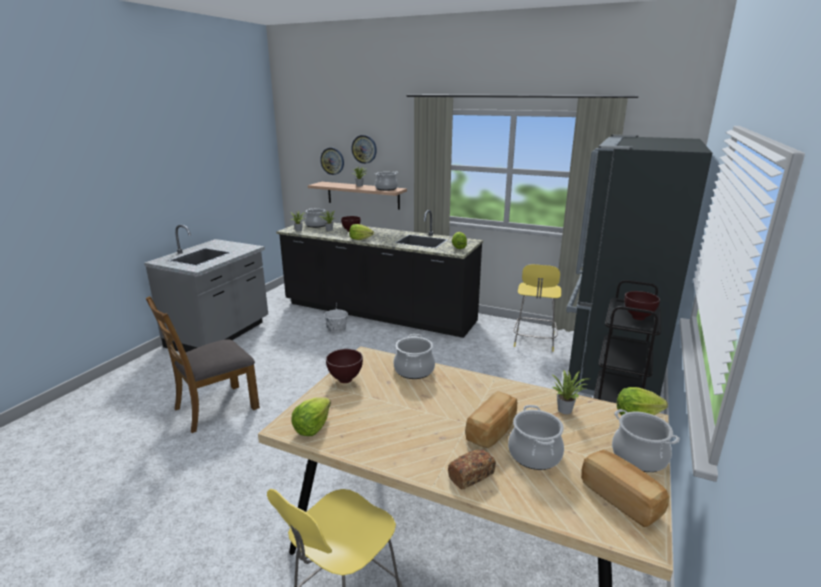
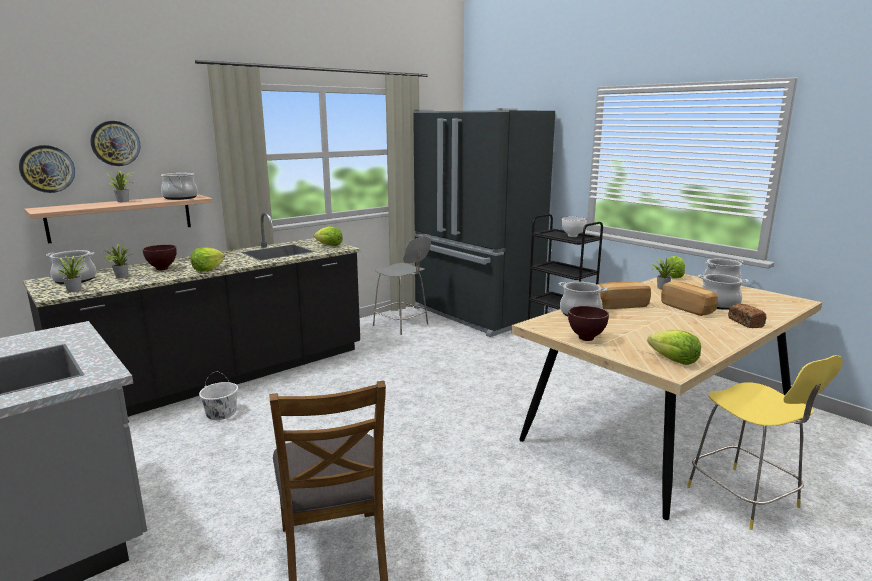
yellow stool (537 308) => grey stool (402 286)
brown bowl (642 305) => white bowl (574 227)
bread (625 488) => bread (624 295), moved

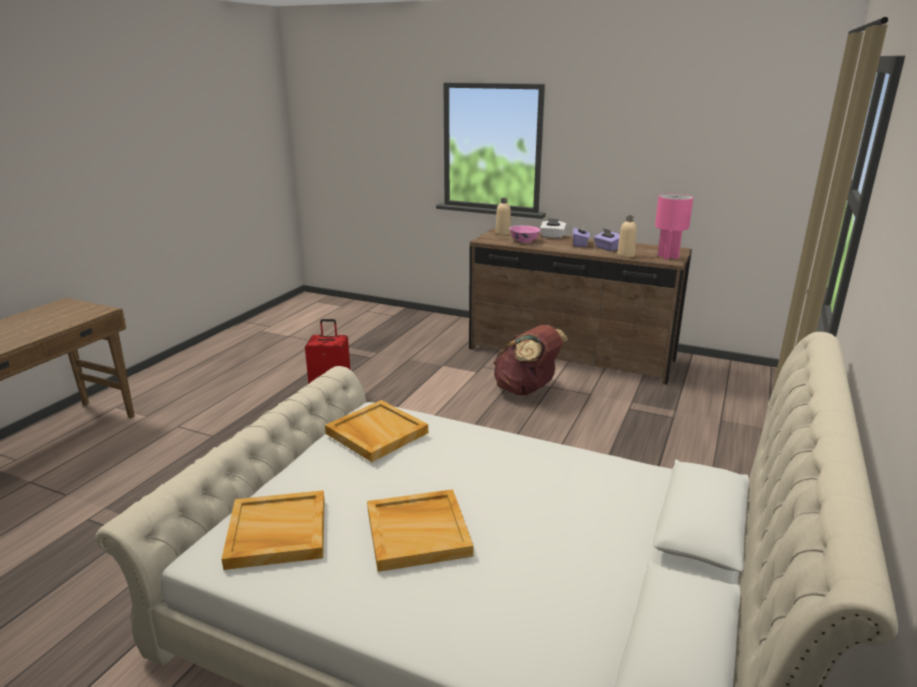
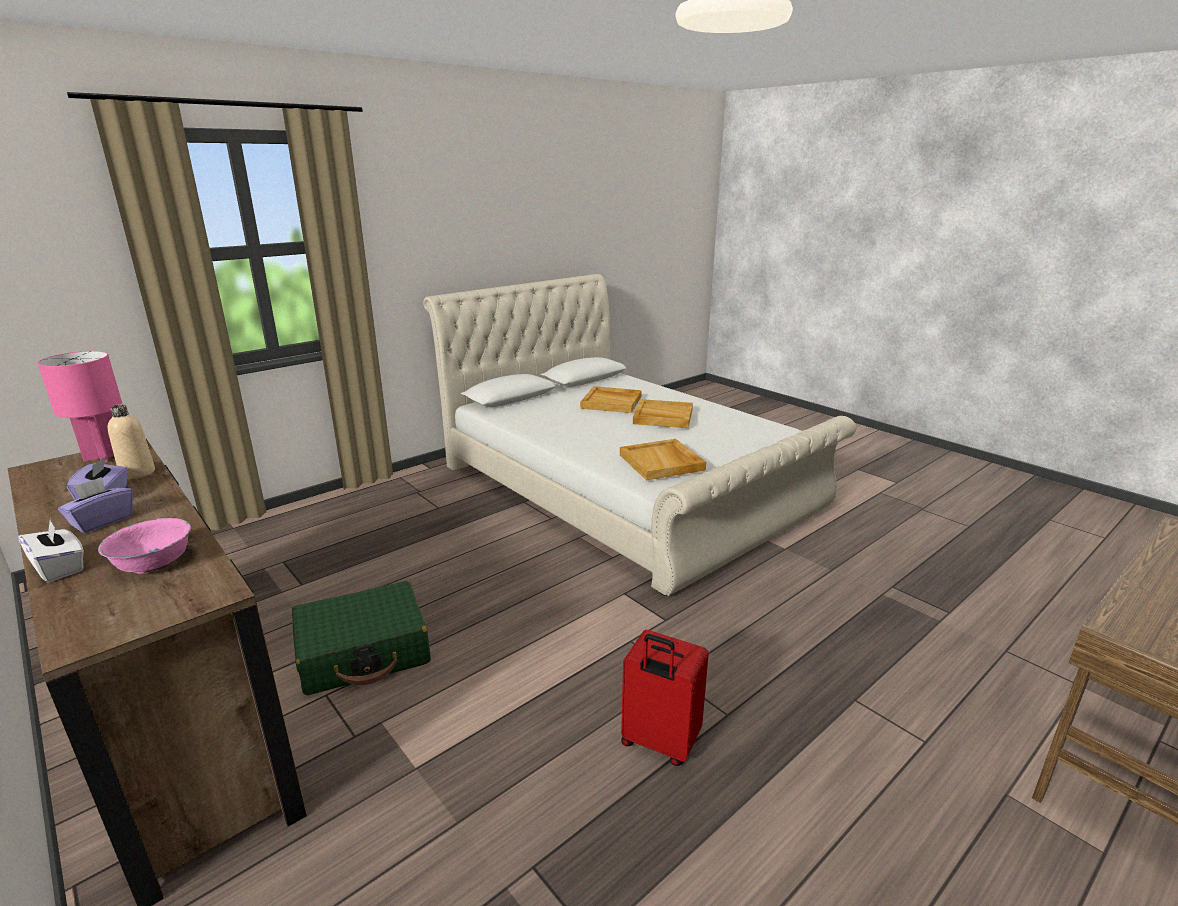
brown backpack (531 360) => green suitcase (361 638)
beige tray (273 530) => beige tray (611 399), moved
beige bottle (503 216) => nothing

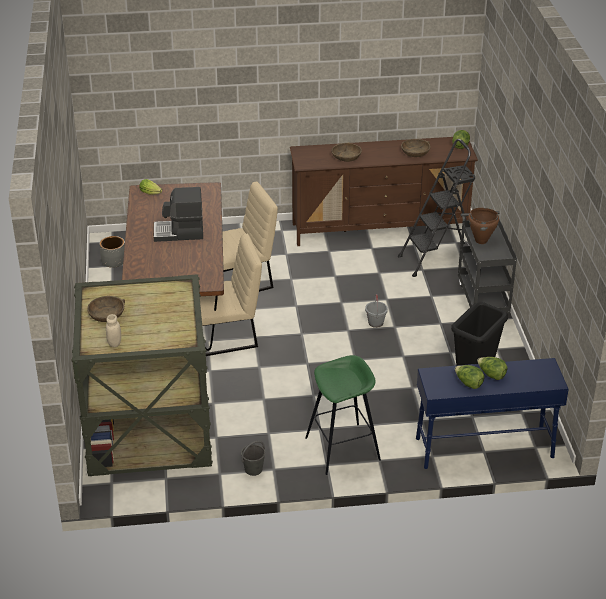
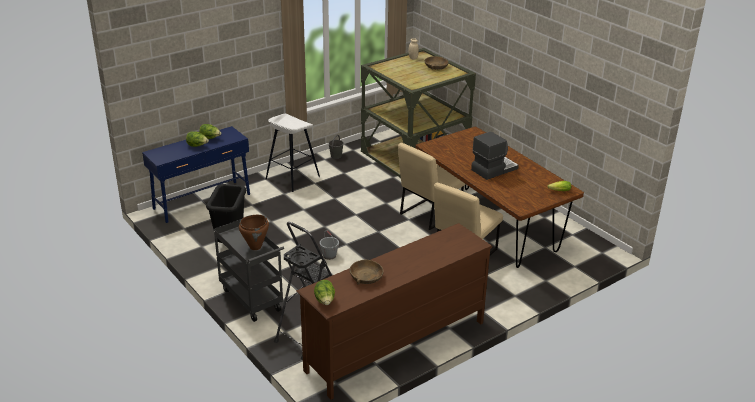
green stool (343 415) => white stool (293 153)
grey planter (112 252) => nothing
brown bowl (347 152) => nothing

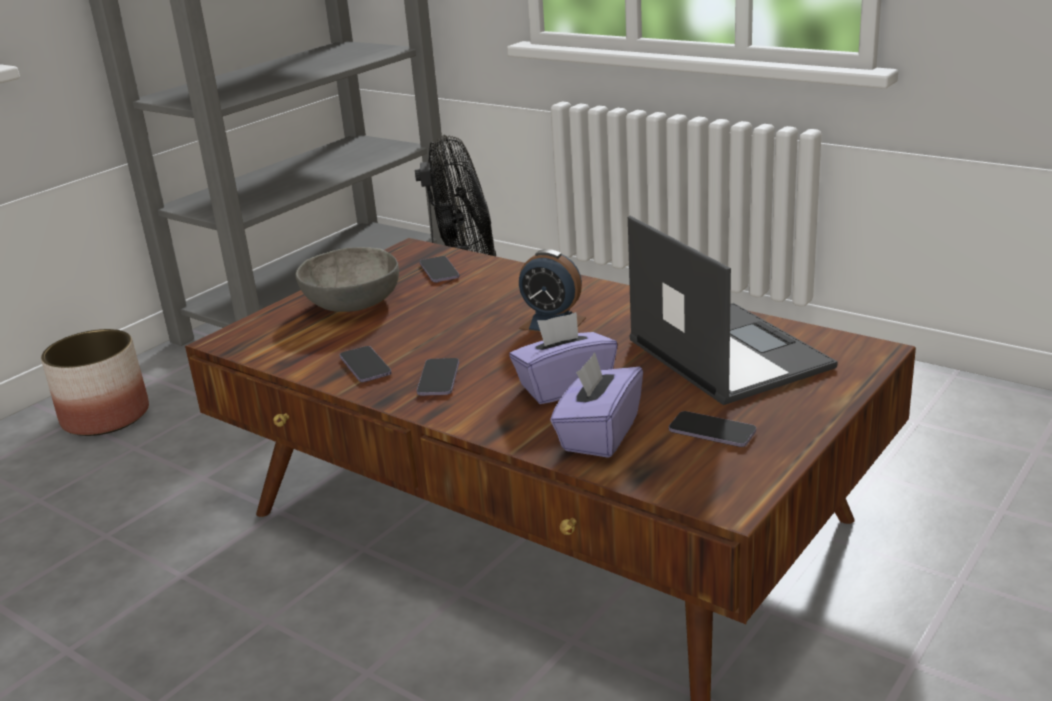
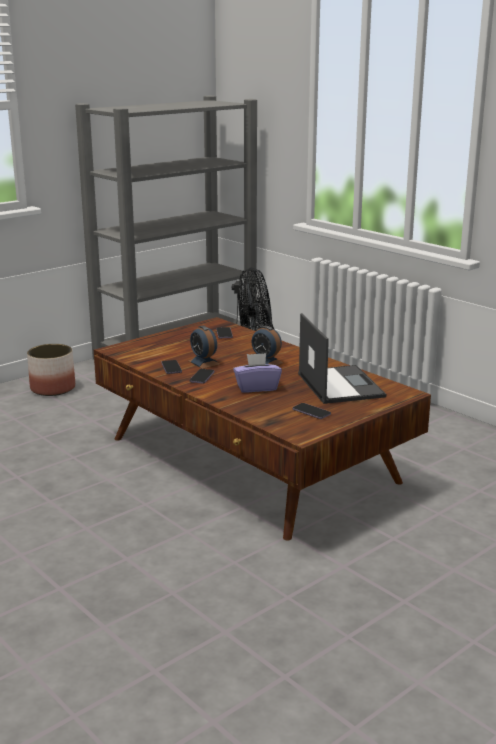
nothing => alarm clock (204 347)
grey bowl (347 279) => nothing
purple tissue box (596 405) => nothing

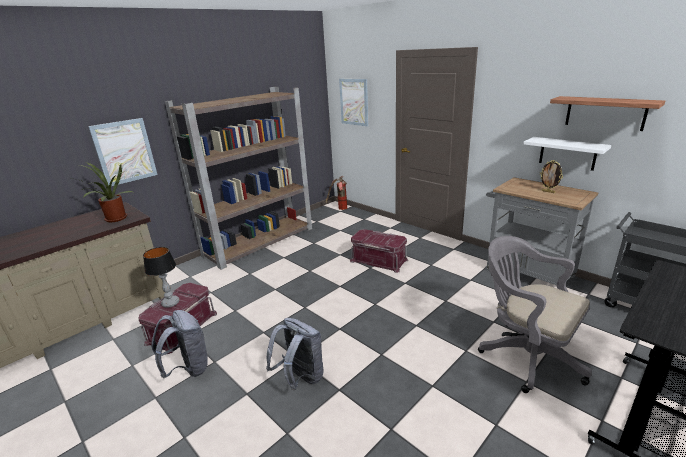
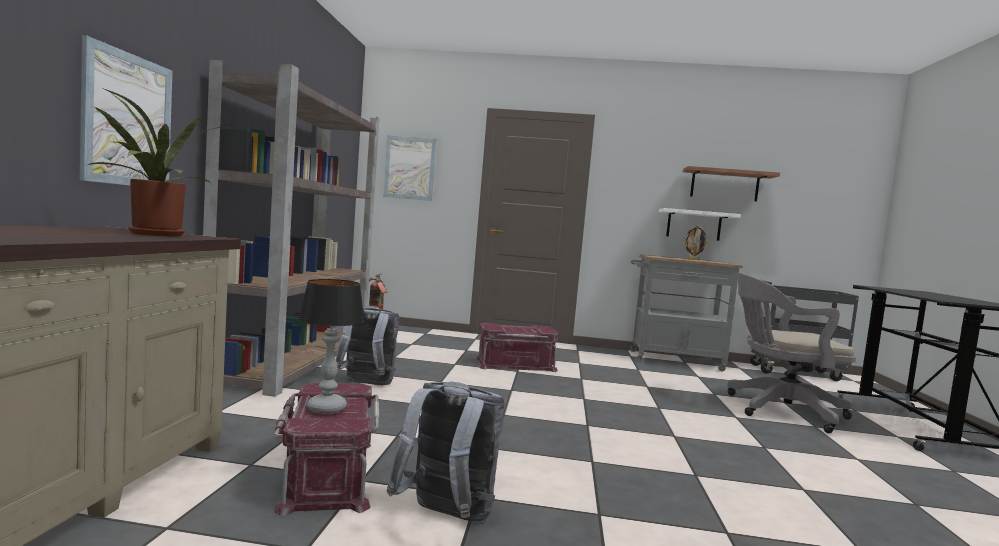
grey backpack (294 354) => grey backpack (367 345), moved

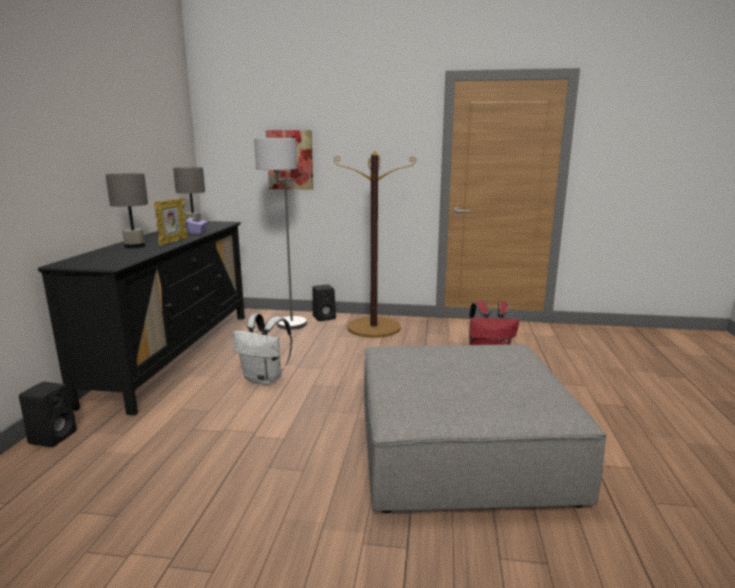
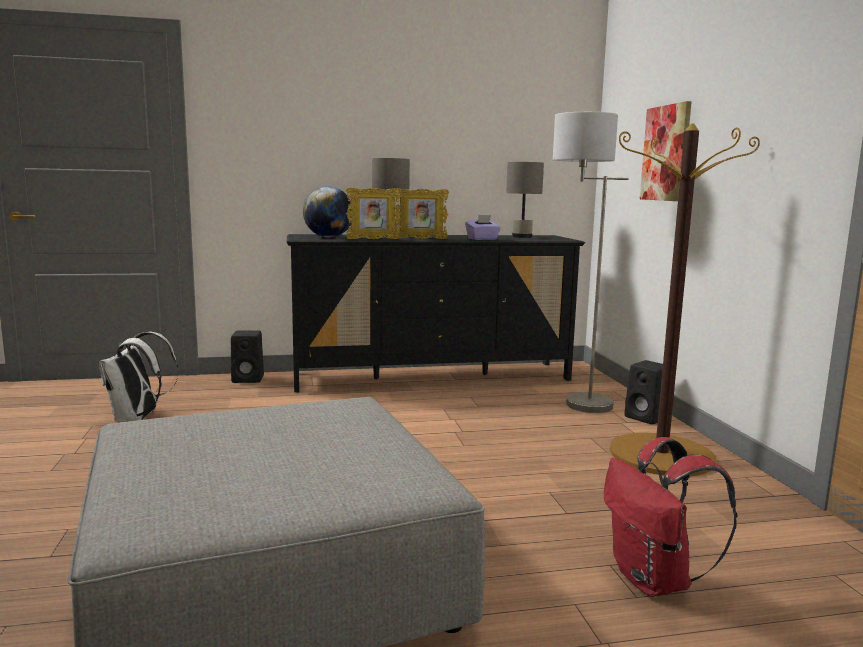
white backpack (262 349) => white backpack (139 377), moved
nothing => globe (327 211)
nothing => picture frame (373 213)

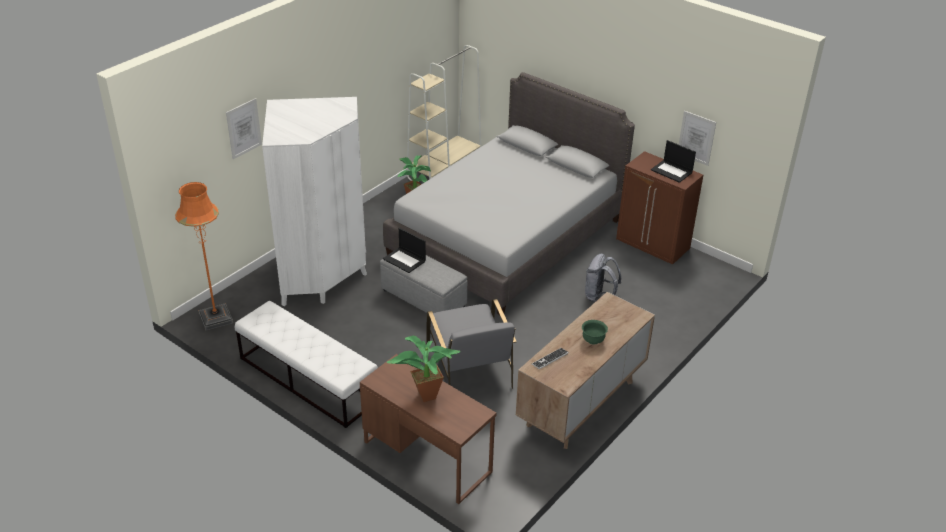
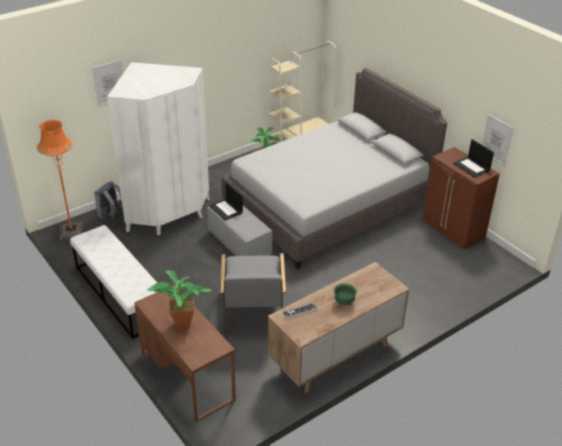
grey backpack (603 277) => grey backpack (108 200), moved

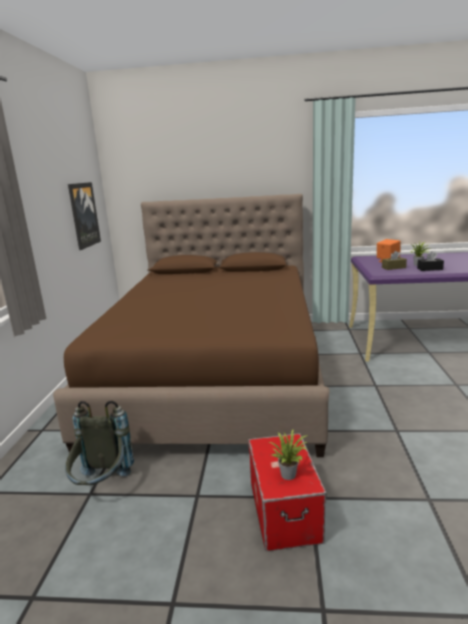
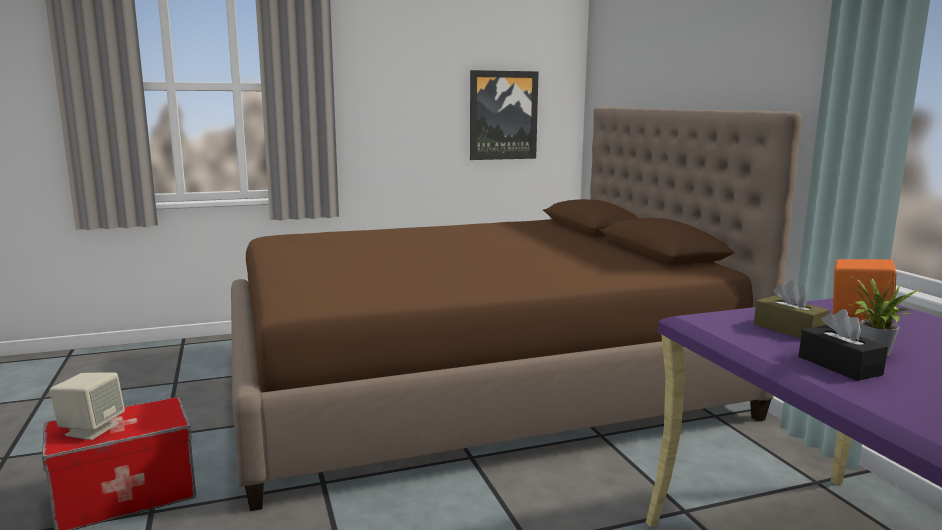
potted plant (288 454) => beige speaker (87 406)
grey backpack (99 442) => nothing

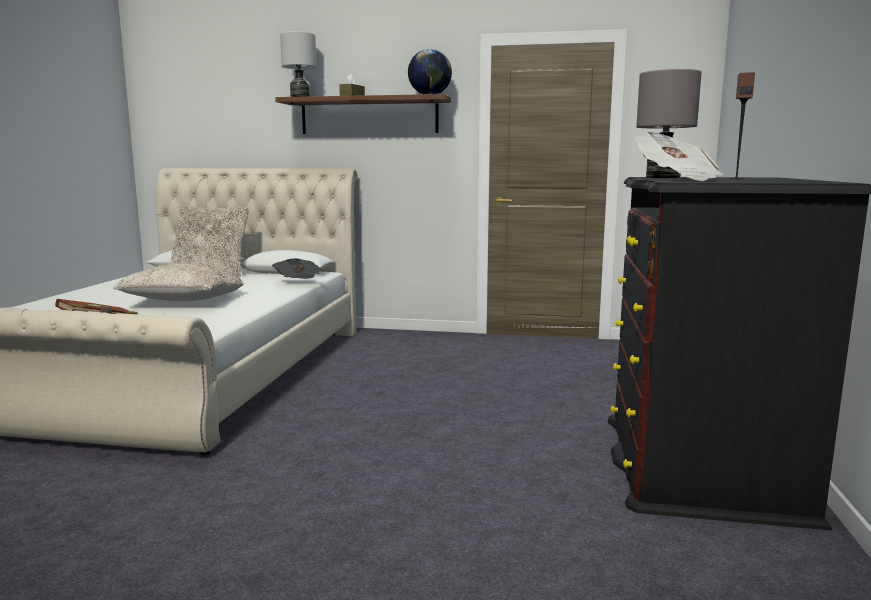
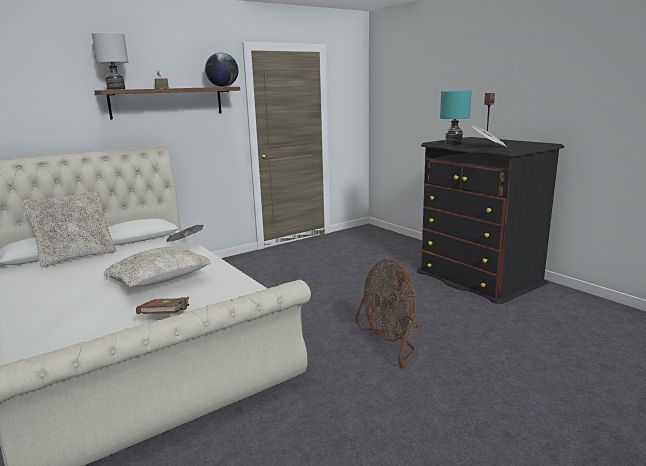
nothing => brown fan (389 314)
grey table lamp (669 123) => turquoise table lamp (456 117)

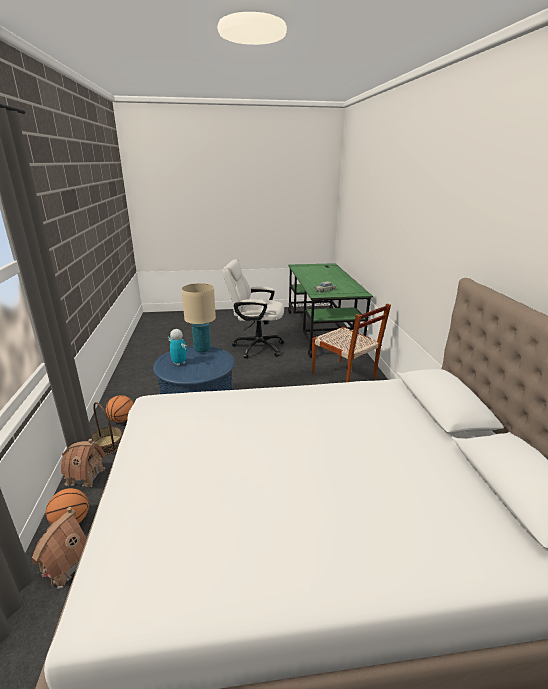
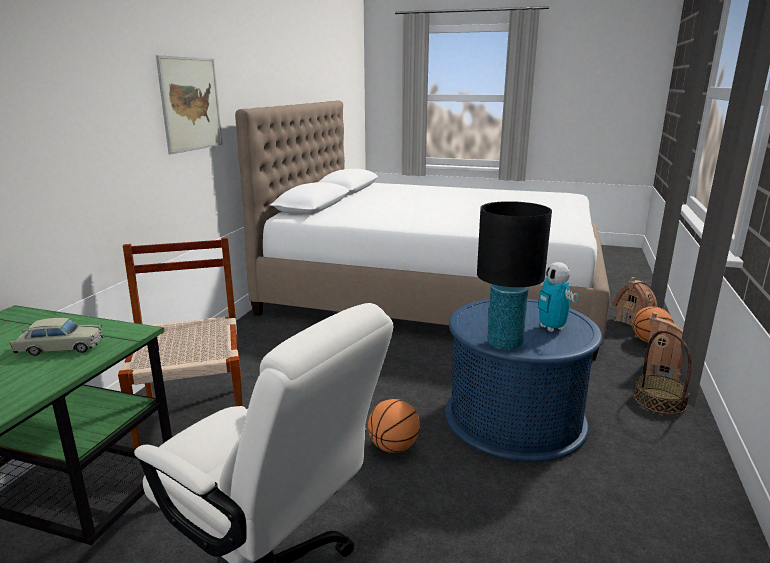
nothing => picture (189 104)
basketball (120 408) => basketball (394 426), moved
beige table lamp (198 318) => black table lamp (514 275)

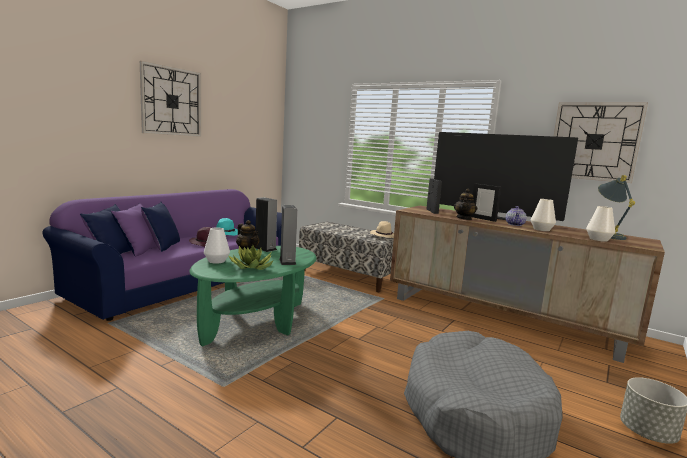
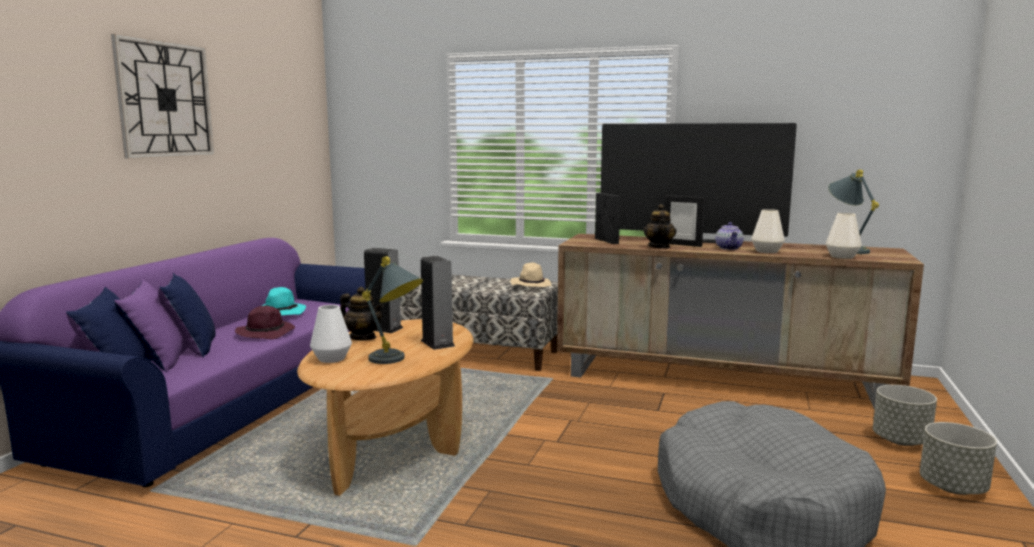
green coffee table (253 296) => brown coffee table (385 407)
potted plant (251 257) => grey table lamp (393 310)
nothing => grey planter (905 415)
wall clock (601 142) => nothing

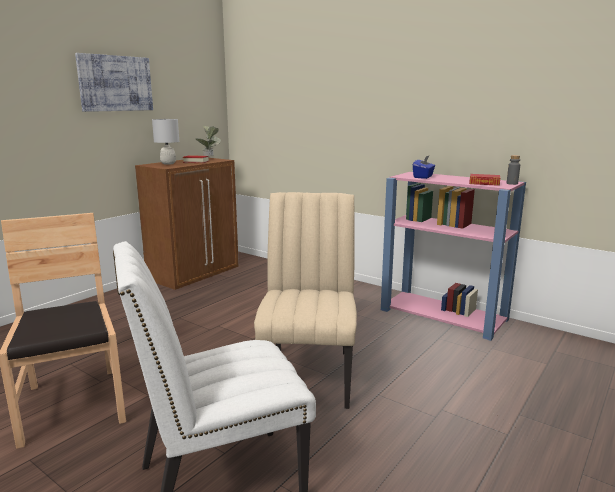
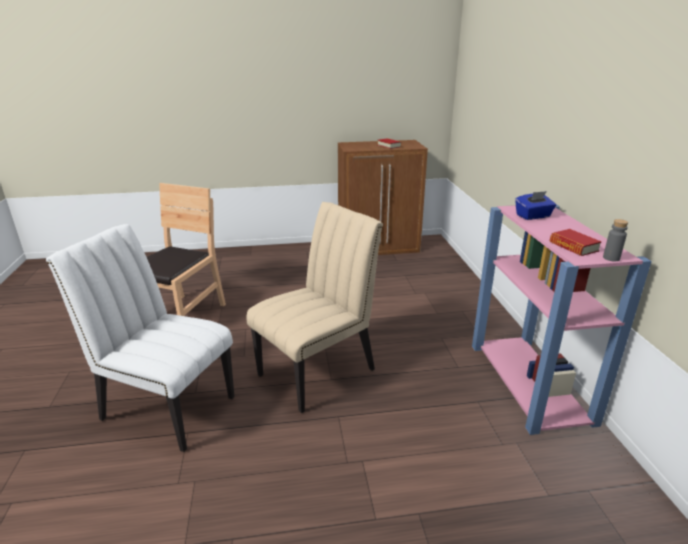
picture (114 82) => nothing
grey table lamp (165 142) => nothing
potted plant (208 141) => nothing

